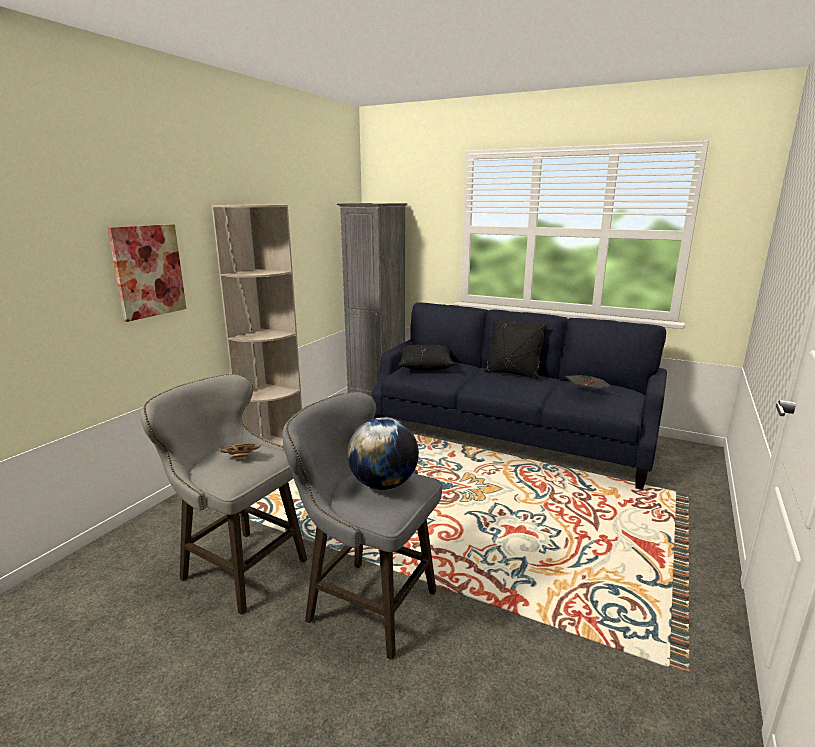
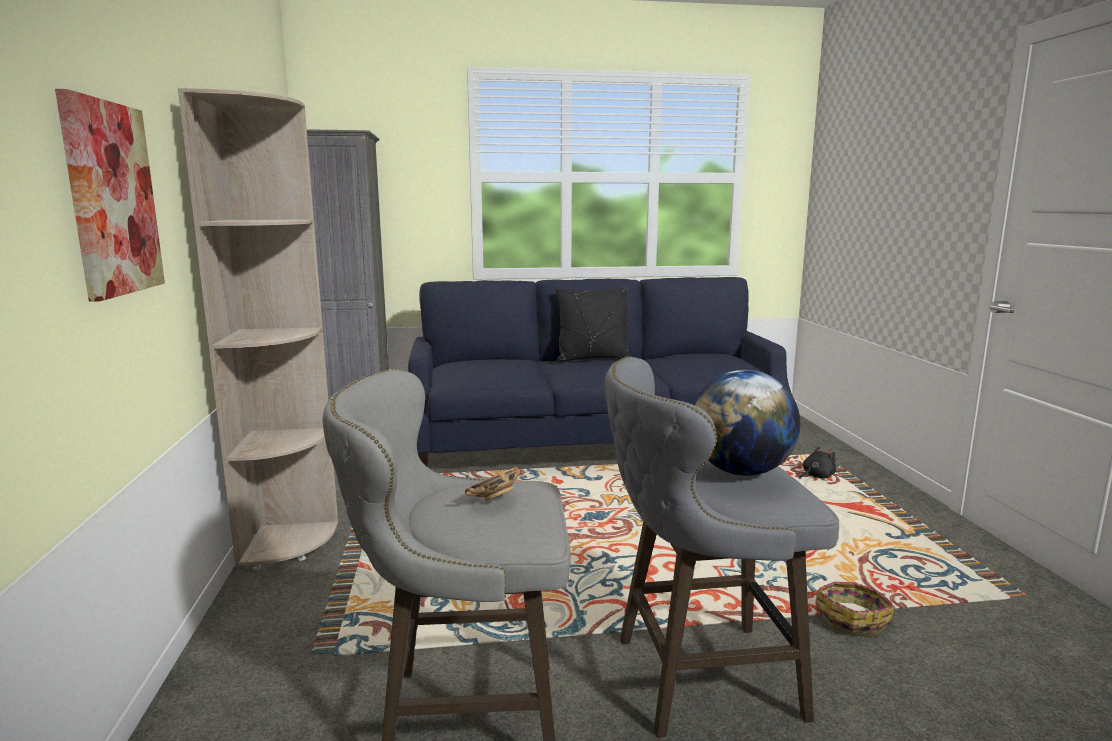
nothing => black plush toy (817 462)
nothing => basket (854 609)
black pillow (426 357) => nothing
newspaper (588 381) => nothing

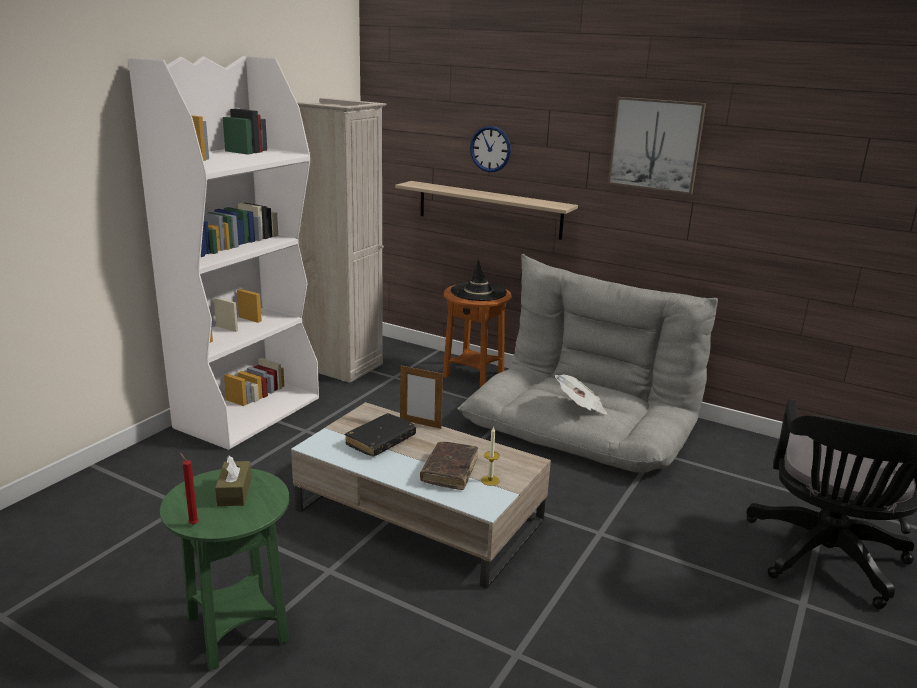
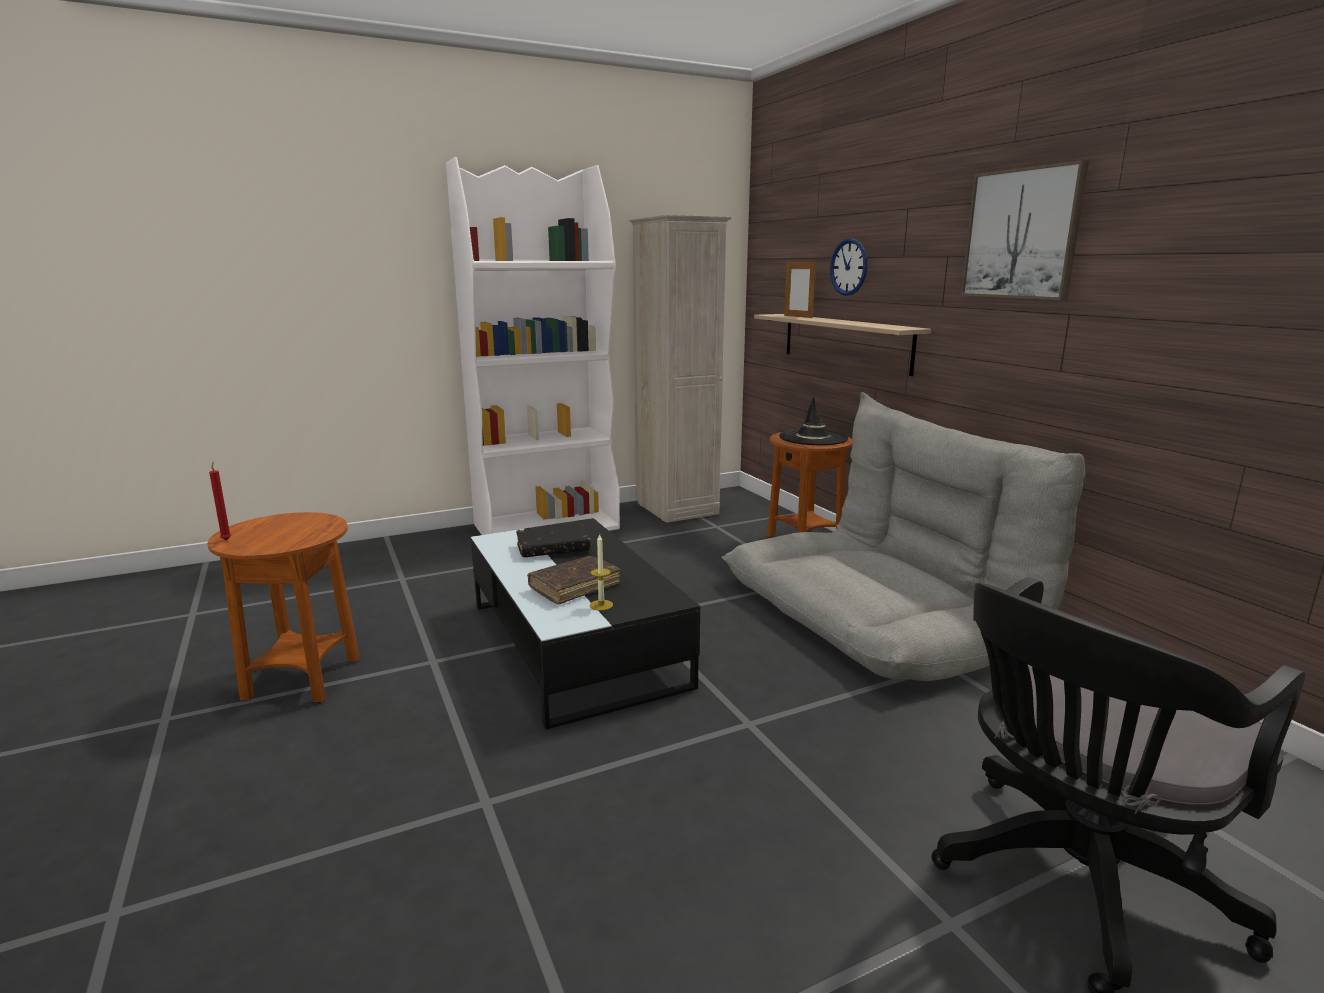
green side table (224 570) => brown side table (283 607)
beige coffee table (421 495) => black coffee table (585 624)
picture frame (421 397) => picture frame (800 289), moved
brown tissue box (233 480) => nothing
newspaper (581 394) => nothing

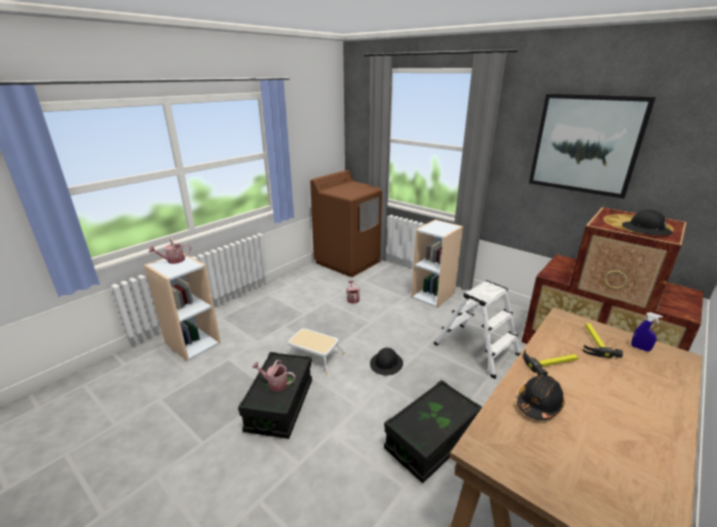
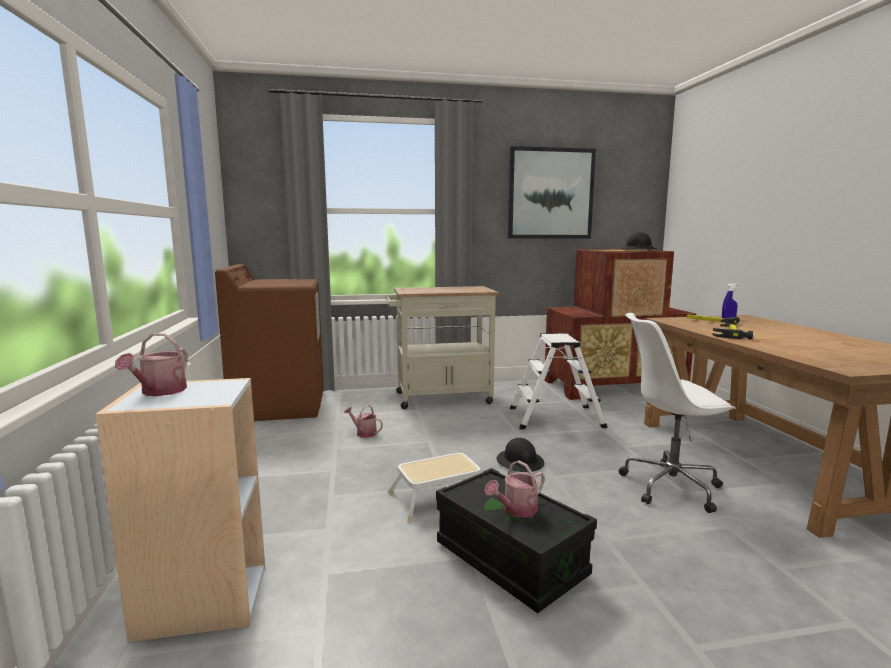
bookcase (437 263) => beige cart (442 347)
black storage box (433 431) => white office chair (677 413)
black hard hat (541 397) => nothing

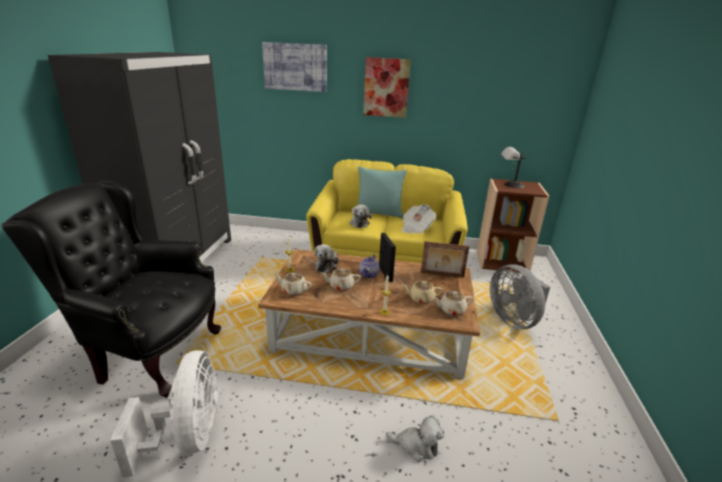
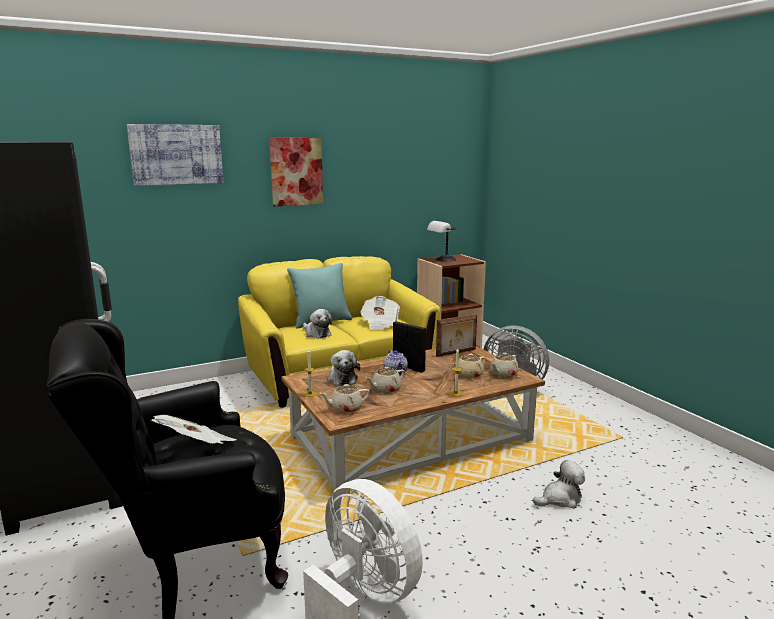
nothing => newspaper (194 429)

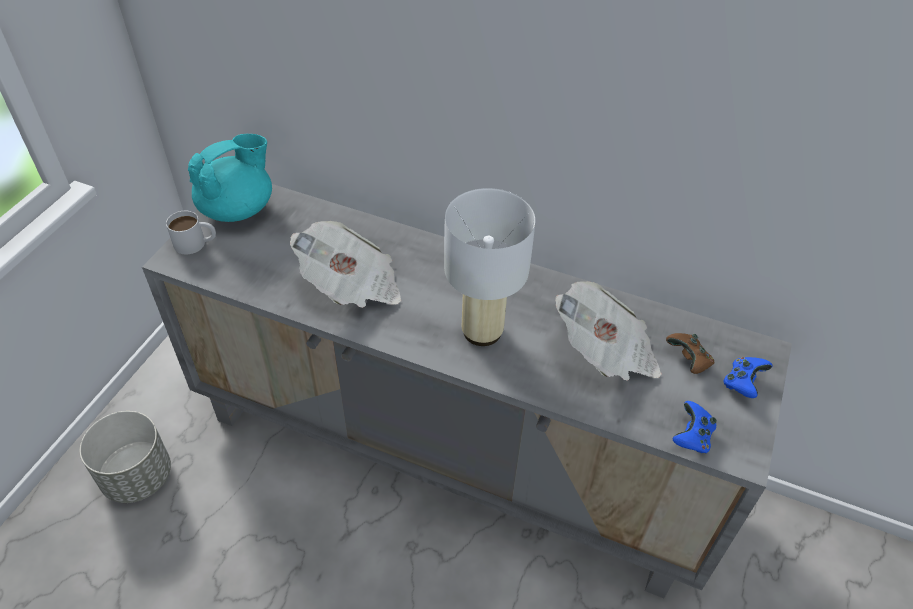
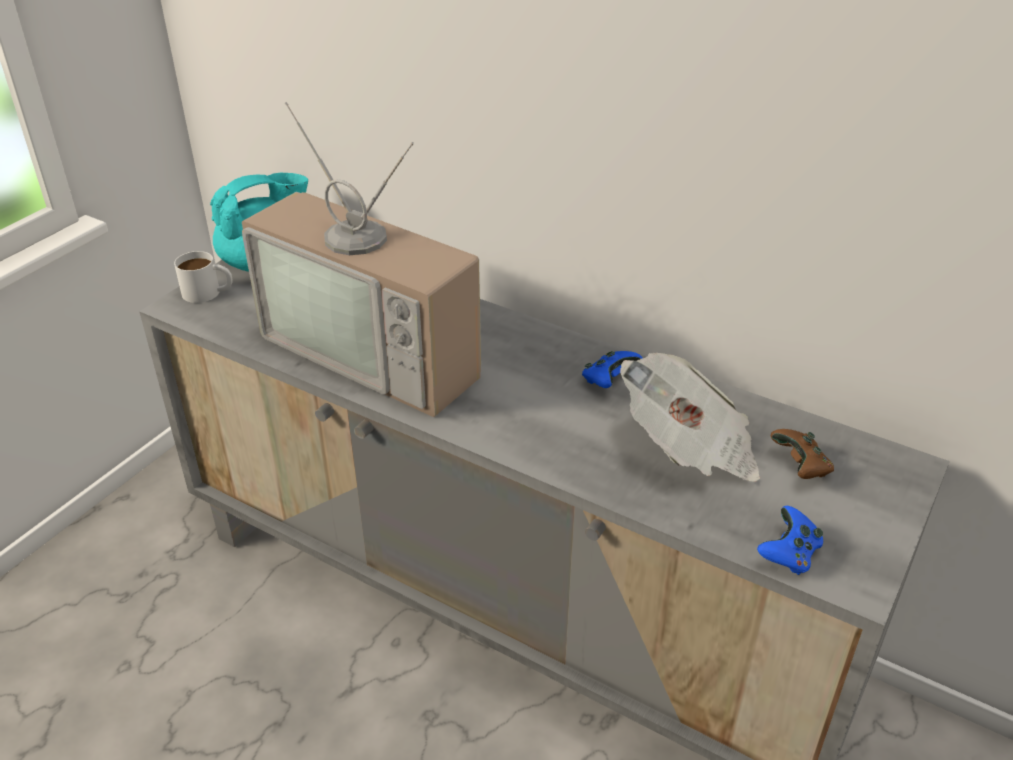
newspaper (345 264) => television (361 259)
blue game controller (748 377) => blue game controller (612 369), moved
grey planter (125 457) => nothing
white table lamp (489 267) => nothing

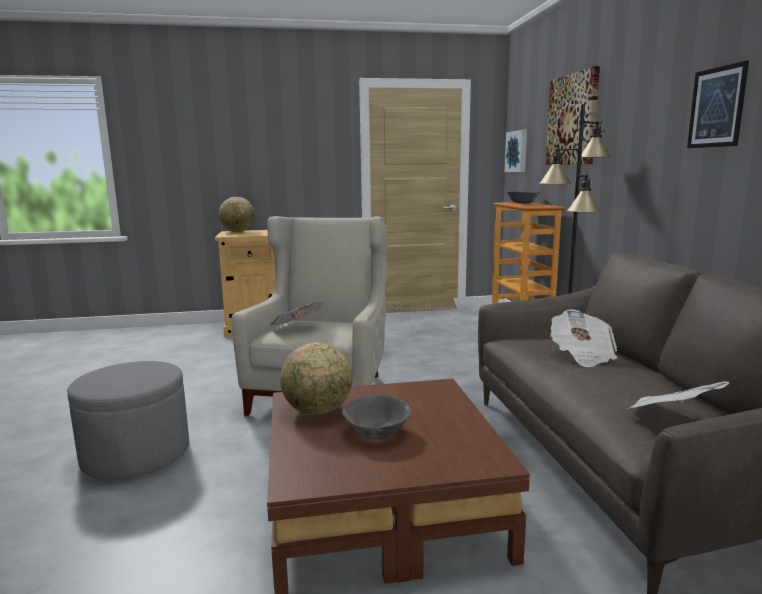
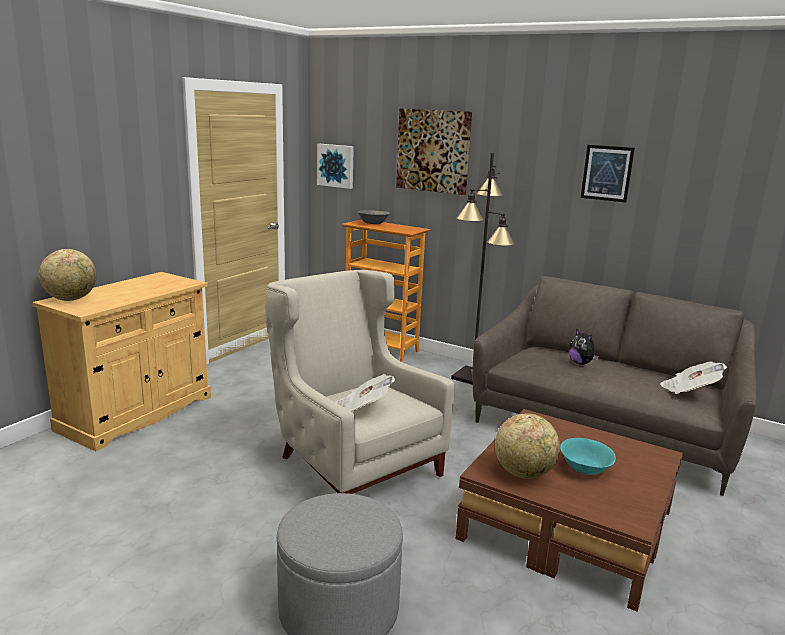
grey bowl (376 417) => turquoise bowl (588 456)
newspaper (583 338) => plush toy (584 346)

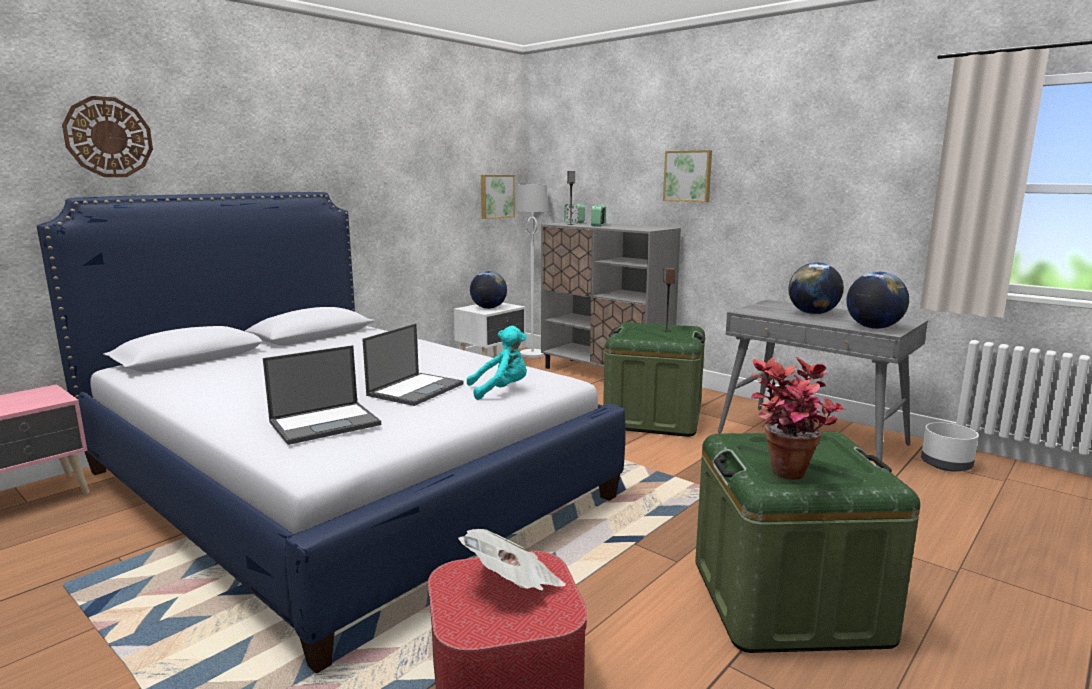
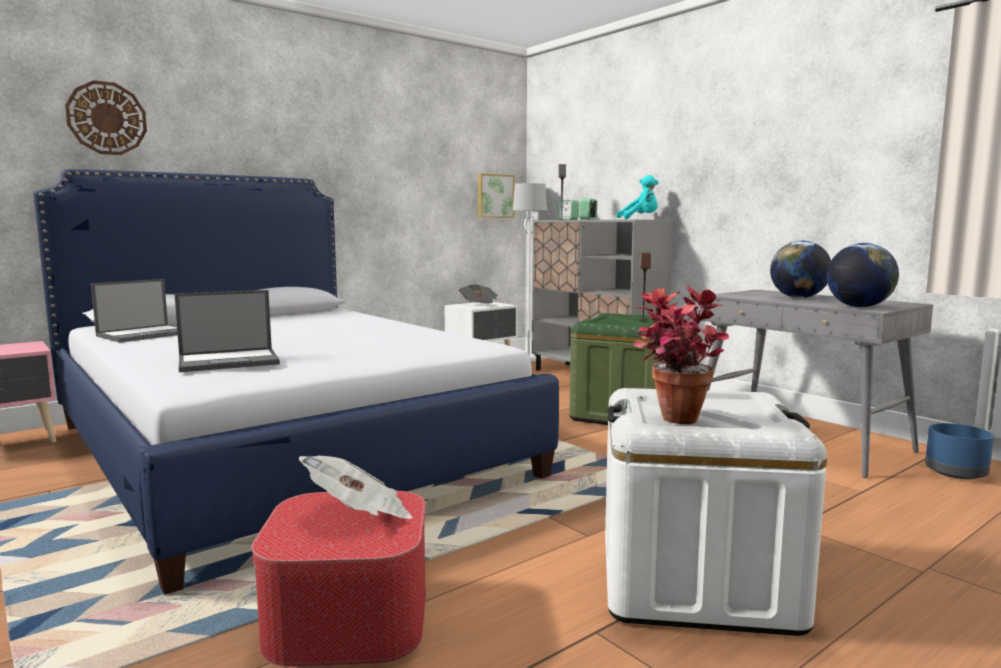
laptop (413 365) => laptop (134 311), moved
globe (488 290) => newspaper (477 294)
green storage box (807 542) => white storage box (716 512)
turquoise plush toy (497 363) => turquoise plush toy (638 197), moved
white planter (950 447) => blue planter (959 451)
picture (687 176) => nothing

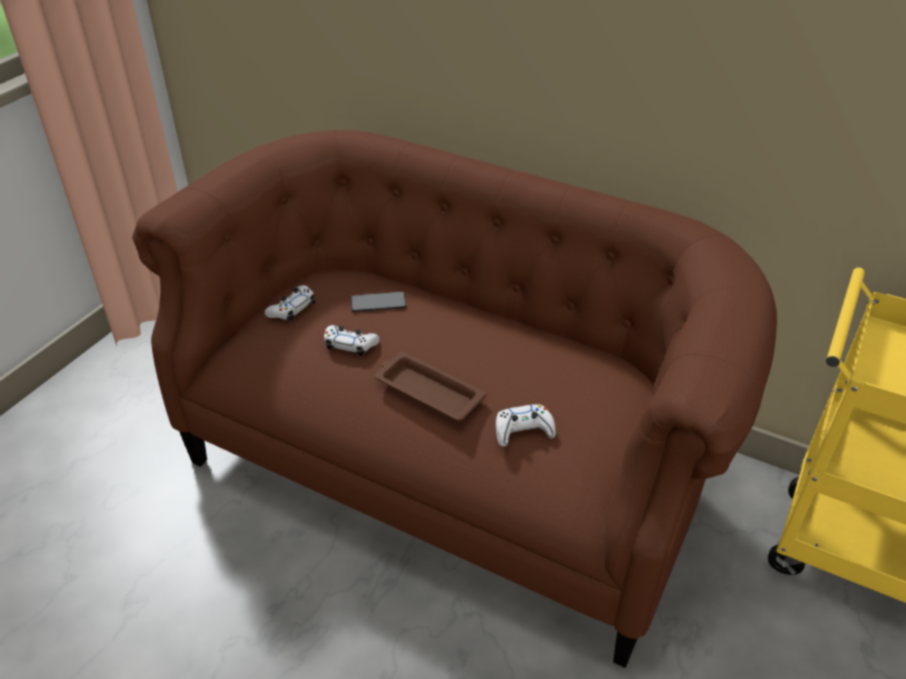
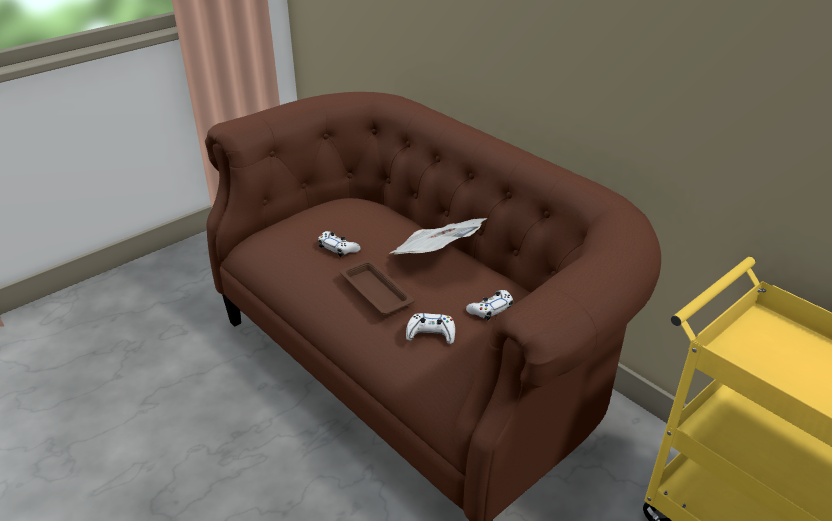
nothing => newspaper (438 236)
white game controller (290 303) => white game controller (489 305), moved
phone (378 302) => nothing

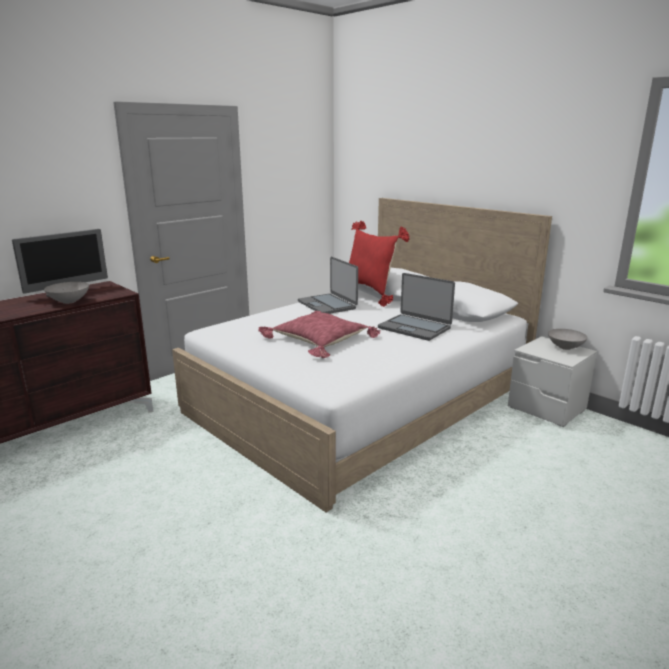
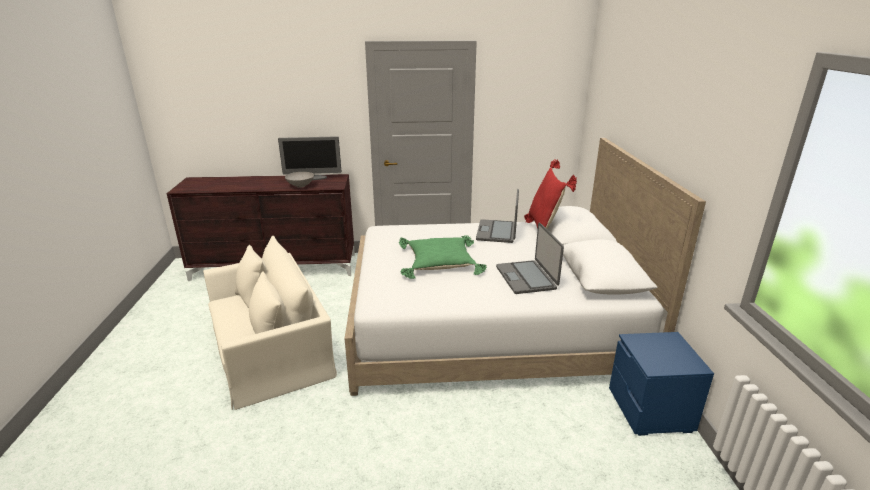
nothing => beige armchair (270 323)
red pillow (319 334) => green pillow (443 257)
white nightstand (552 381) => blue nightstand (661 384)
grey bowl (568 339) => nothing

